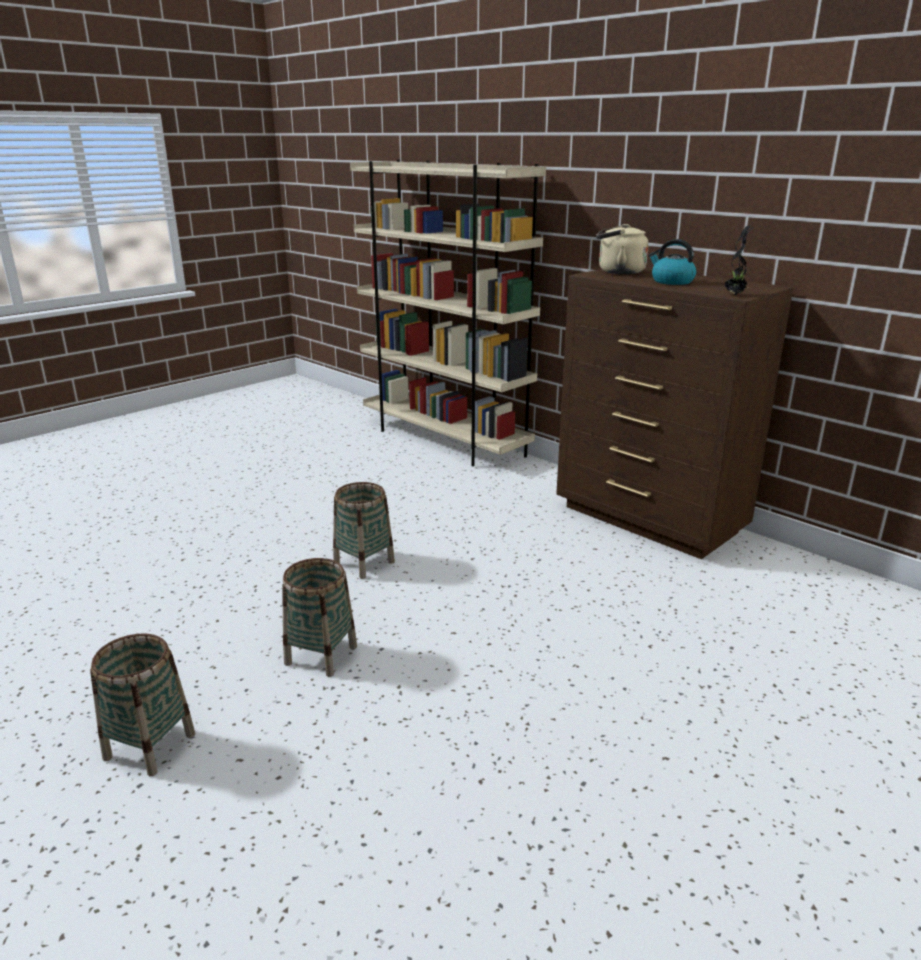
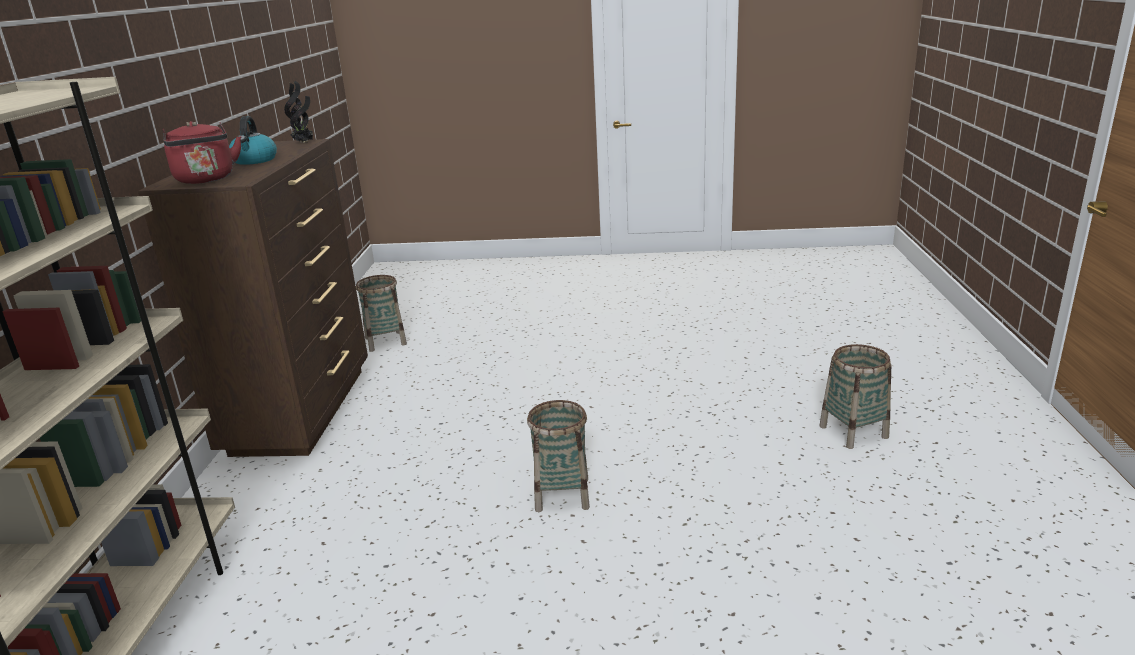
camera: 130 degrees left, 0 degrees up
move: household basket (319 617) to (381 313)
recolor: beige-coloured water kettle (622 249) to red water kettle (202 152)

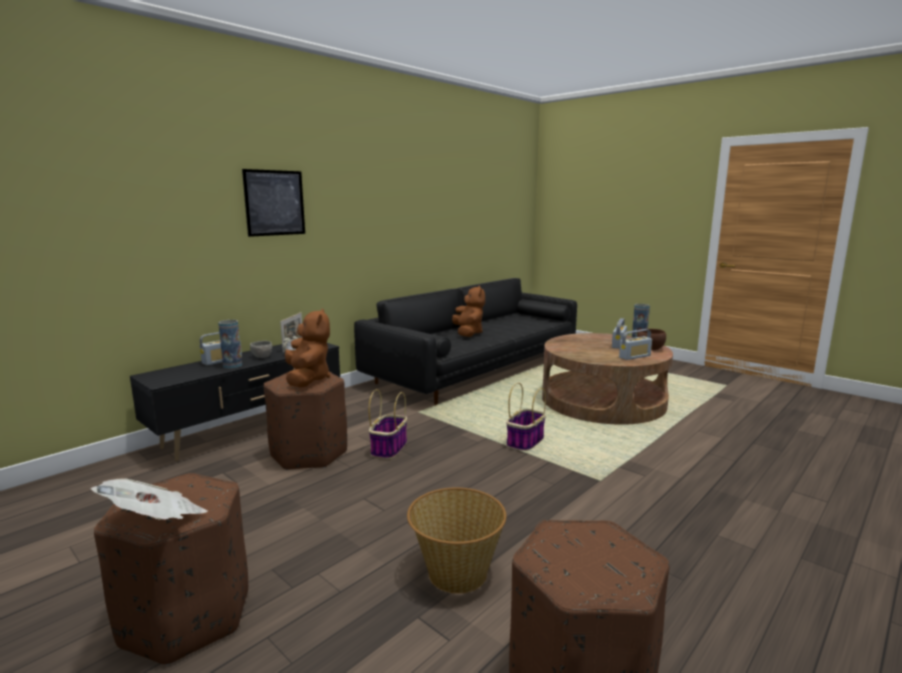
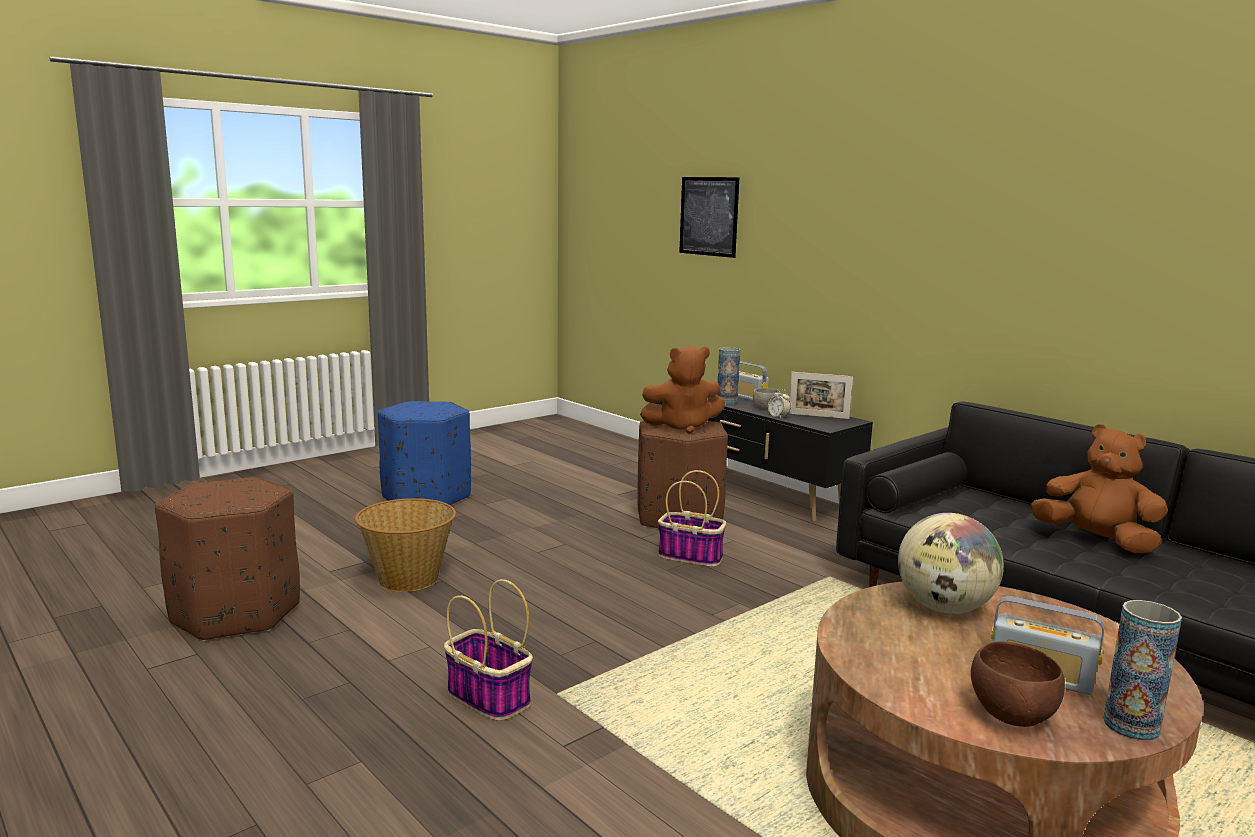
camera: 95 degrees right, 0 degrees up
delete: daily paper (149 499); radio (635 344)
insert: desk globe (951 563)
move: wall picture (273 203) to (709 217); household basket (526 417) to (488 650)
recolor: brown-coloured pouffe (171 569) to blue pouffe (424 453)
rotate: brown-coloured soft toy (468 311) = (1099 488) 135 degrees counterclockwise

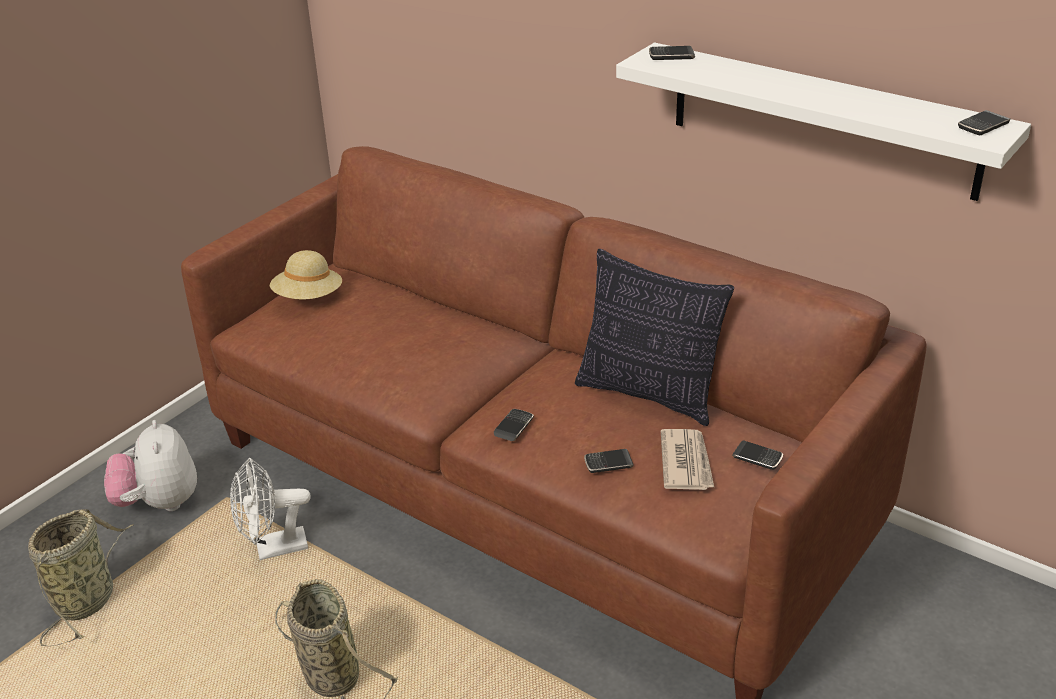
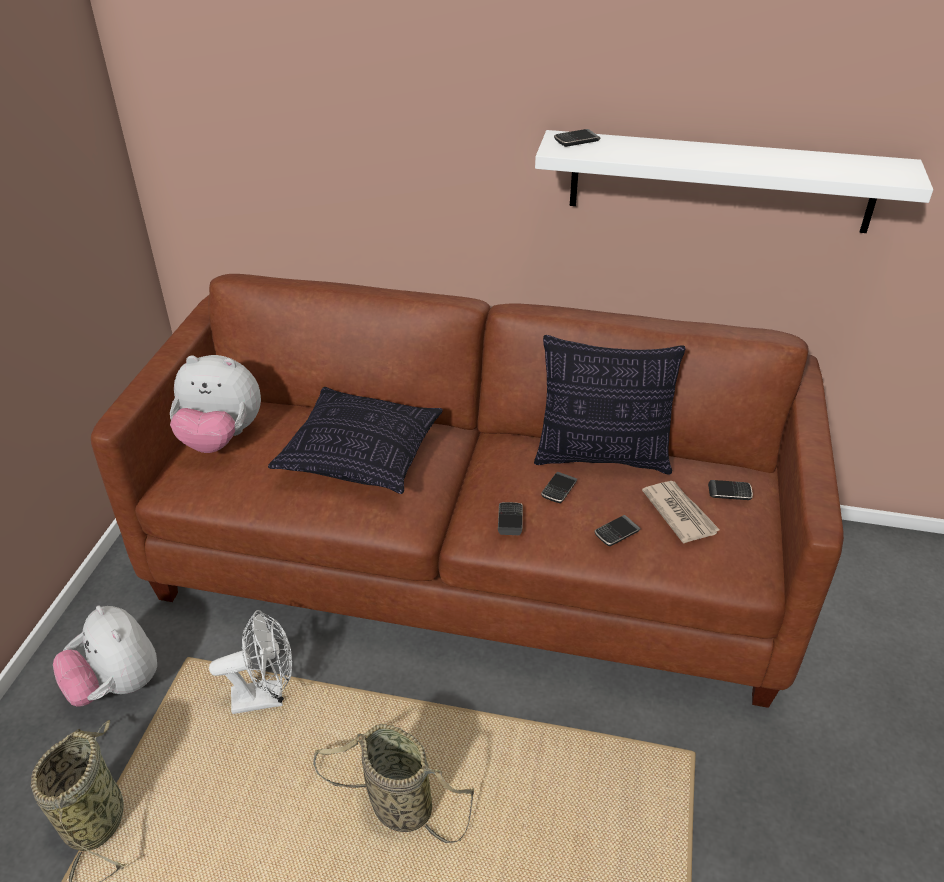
camera: 25 degrees left, 5 degrees up
insert: throw pillow (355 440)
move: handset (984 123) to (559 487)
replace: beige-coloured clothing hat (306 275) to soft toy (215 404)
rotate: whitish electric fan (270 509) = (250 662) 150 degrees counterclockwise

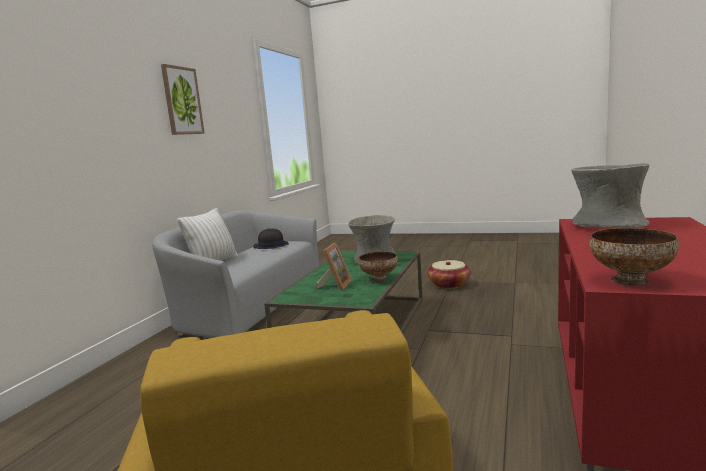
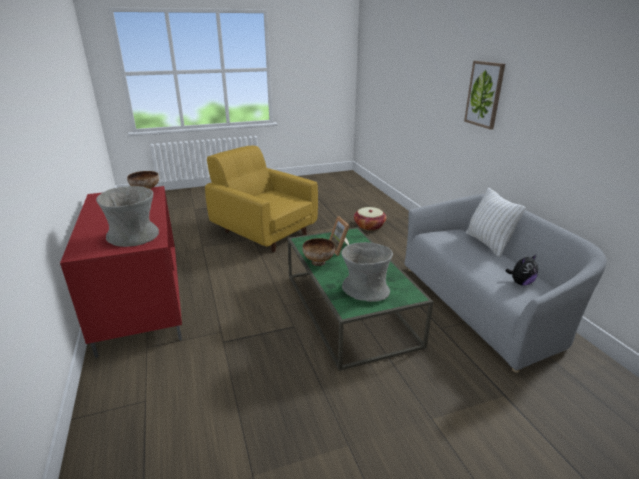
camera: 140 degrees right, 15 degrees up
move: wall picture (183 99) to (484 95); household basket (449 274) to (370 219)
replace: black clothing hat (271 239) to soft toy (521 270)

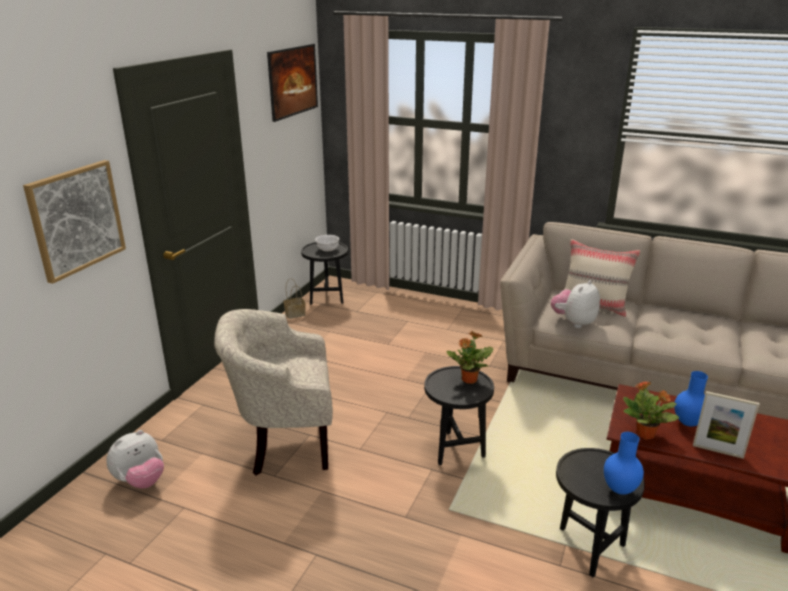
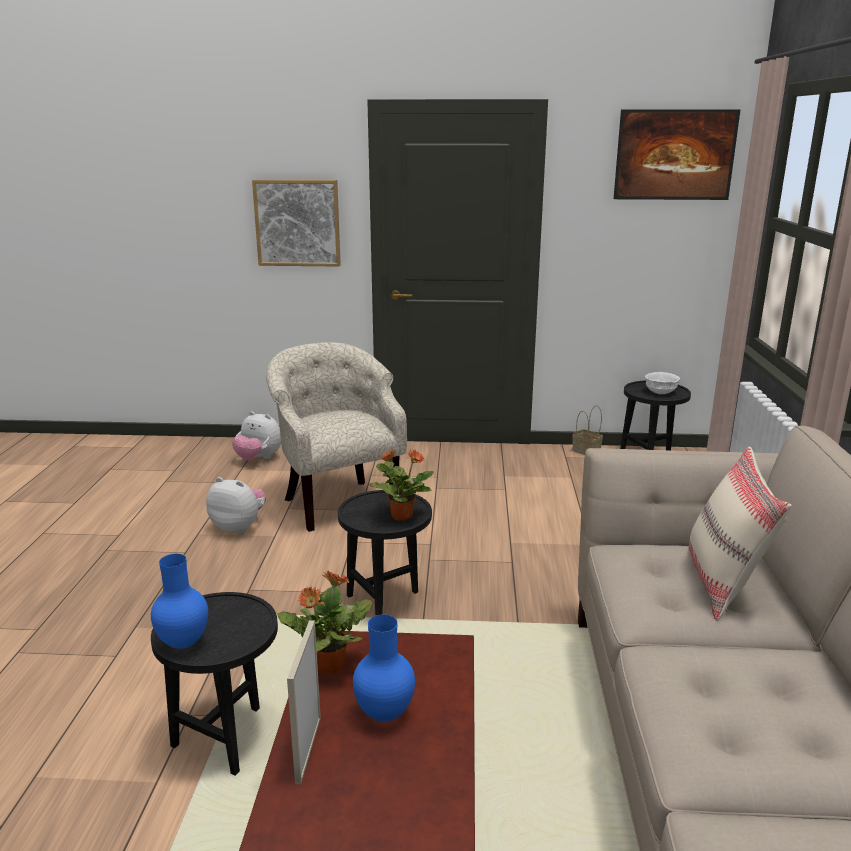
camera: 70 degrees right, 5 degrees down
move: soft toy (575 304) to (236 505)

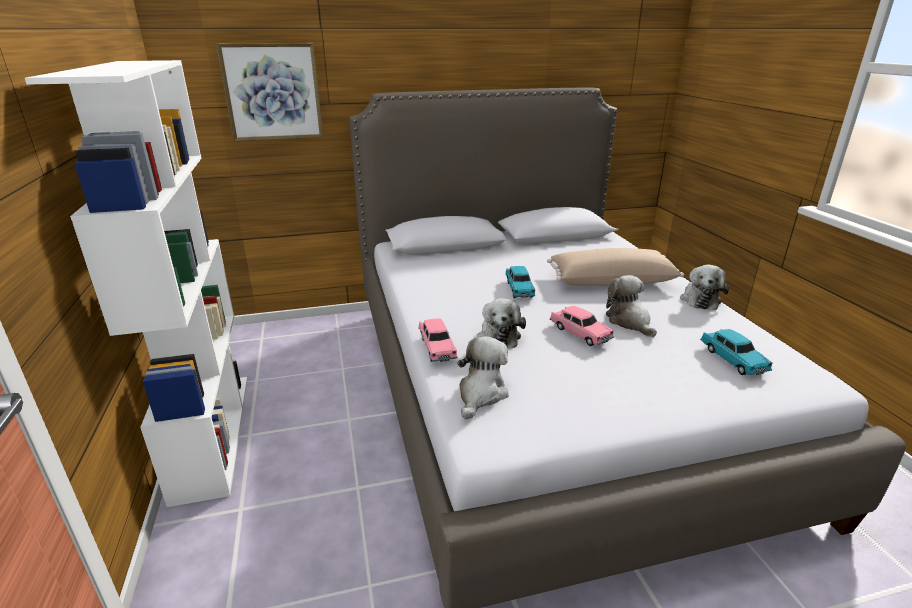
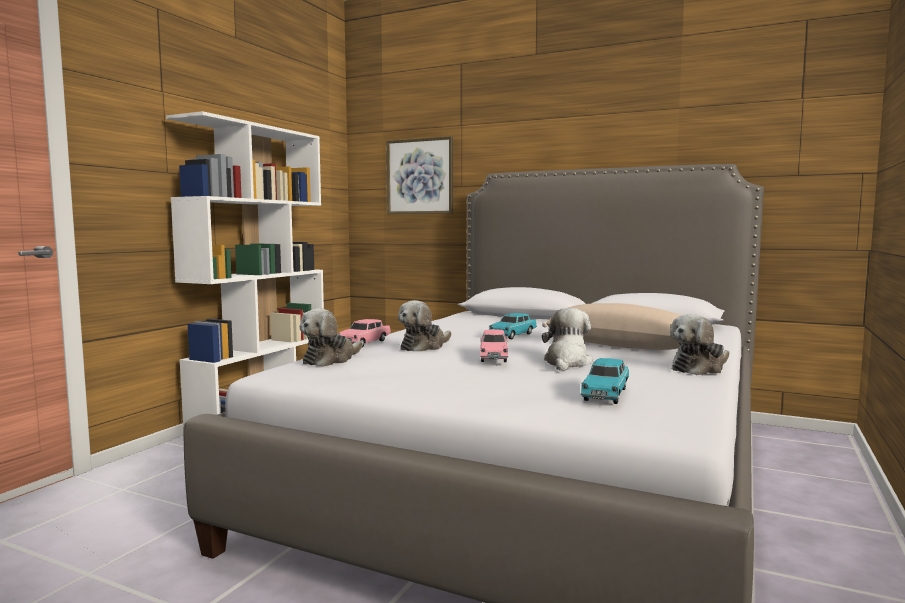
camera: 40 degrees right, 20 degrees down
rotate: soft toy (483 378) = (331 337) 150 degrees clockwise

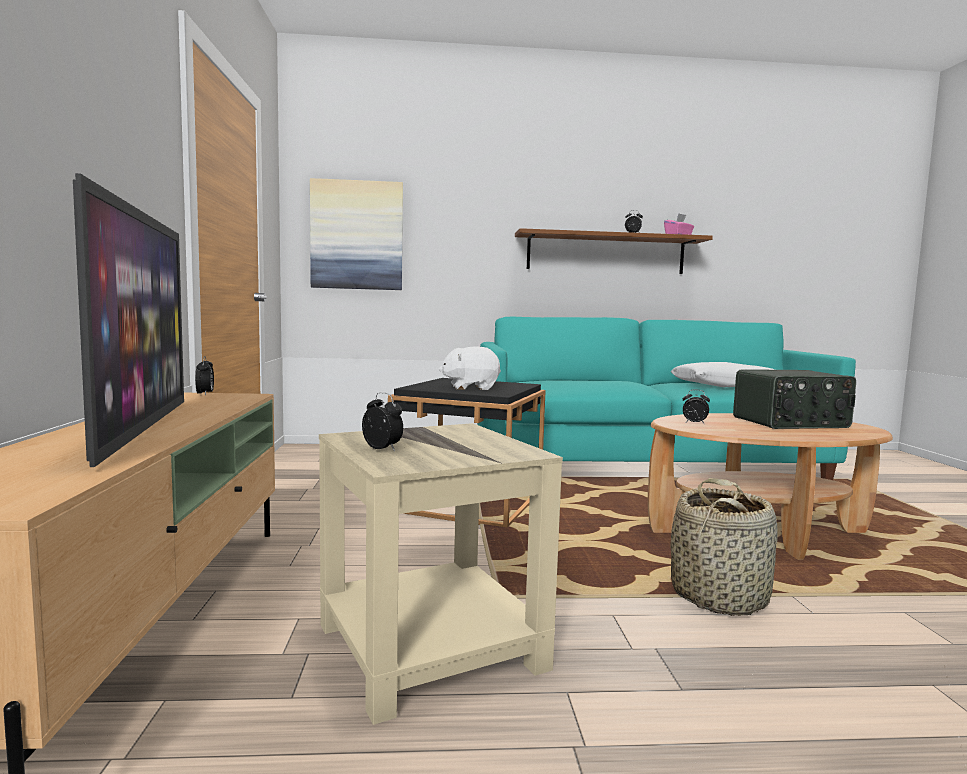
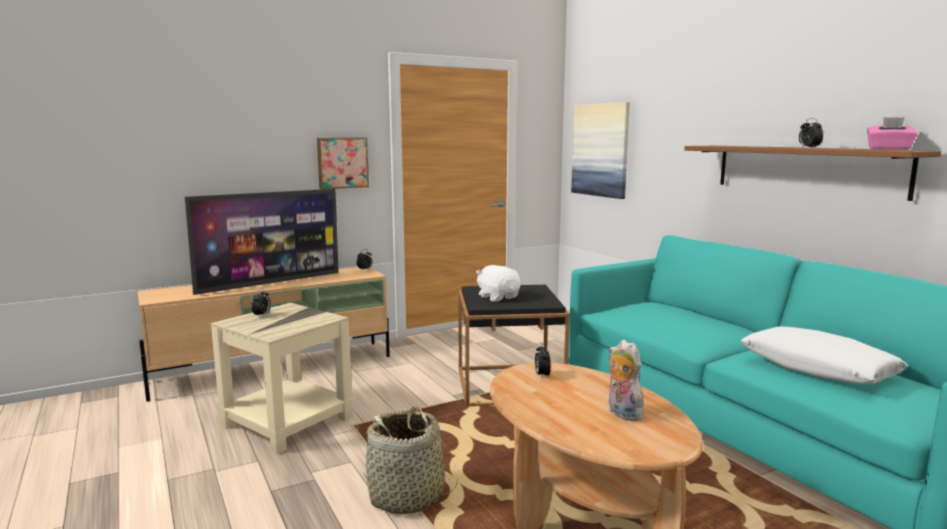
camera: 65 degrees right, 5 degrees up
insert: wall picture (343 163)
replace: radio (794 399) to soft toy (625 380)

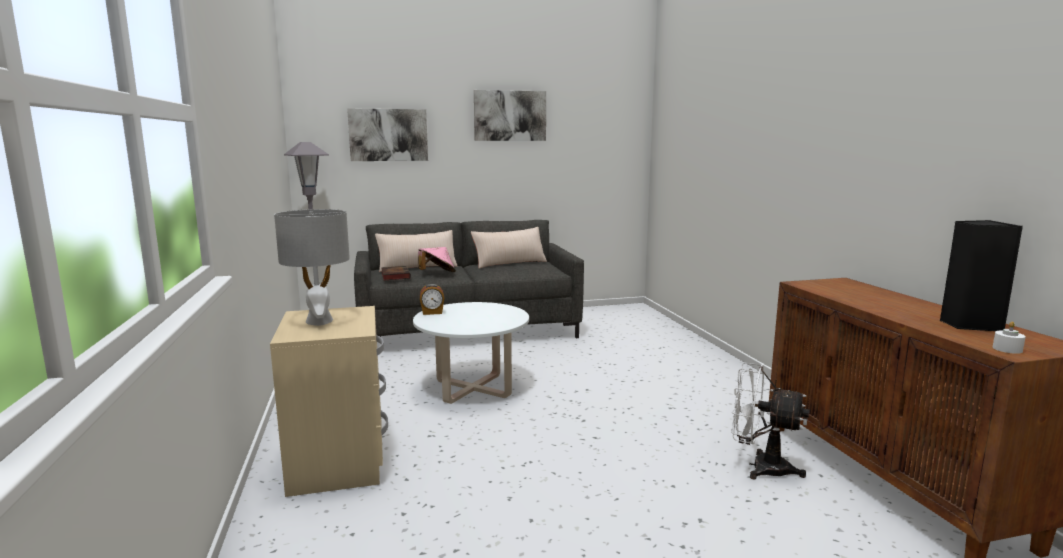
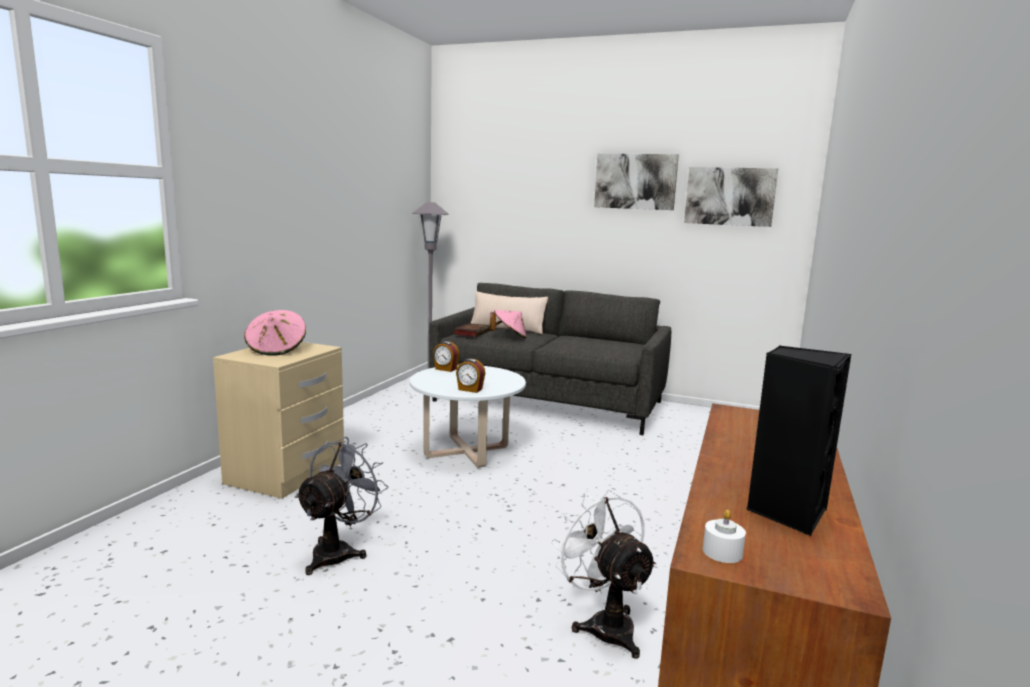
camera: 35 degrees right, 0 degrees up
delete: beige-coloured throw pillow (509 248)
insert: gray electric fan (341 506); table clock (470 376)
move: wall picture (387 134) to (731 197)
replace: gray tabletop lamp (312 267) to pink clothing hat (275 333)

